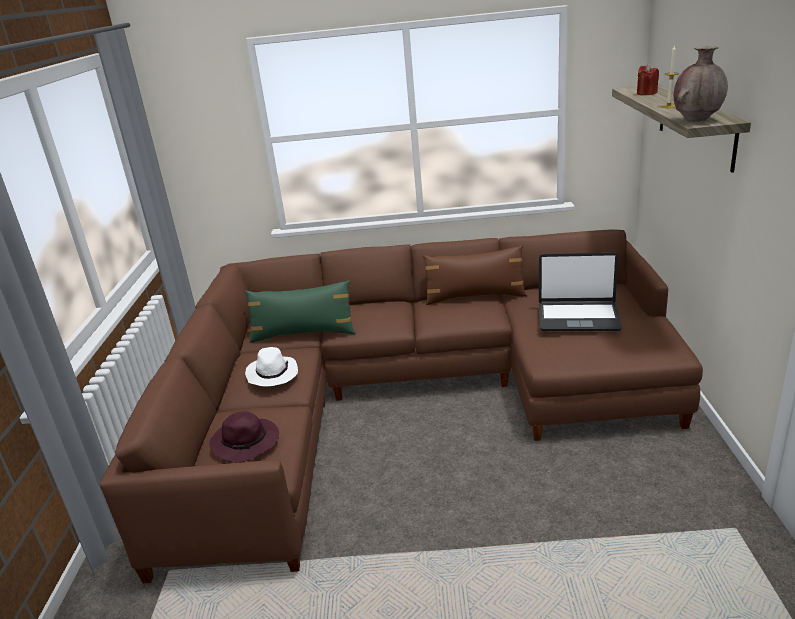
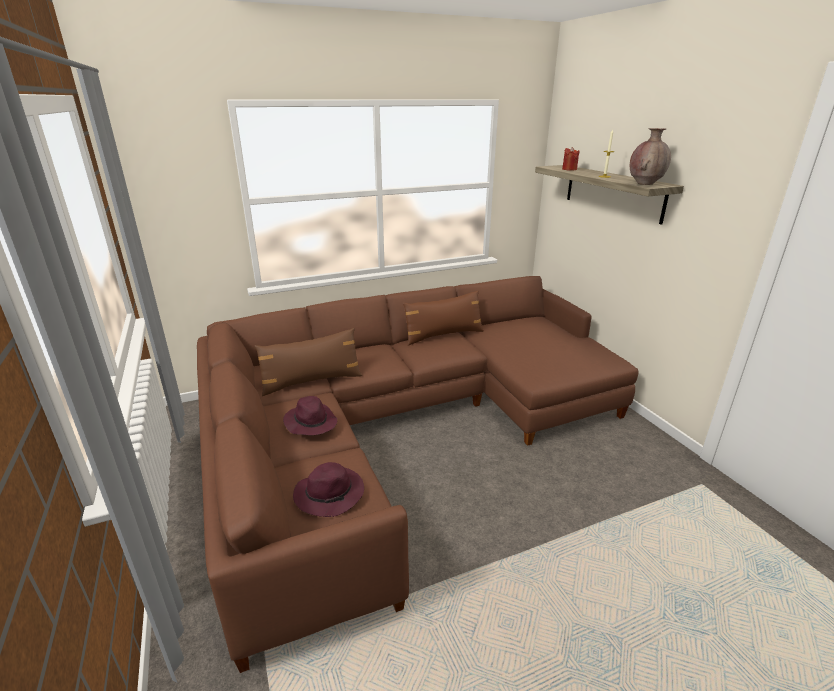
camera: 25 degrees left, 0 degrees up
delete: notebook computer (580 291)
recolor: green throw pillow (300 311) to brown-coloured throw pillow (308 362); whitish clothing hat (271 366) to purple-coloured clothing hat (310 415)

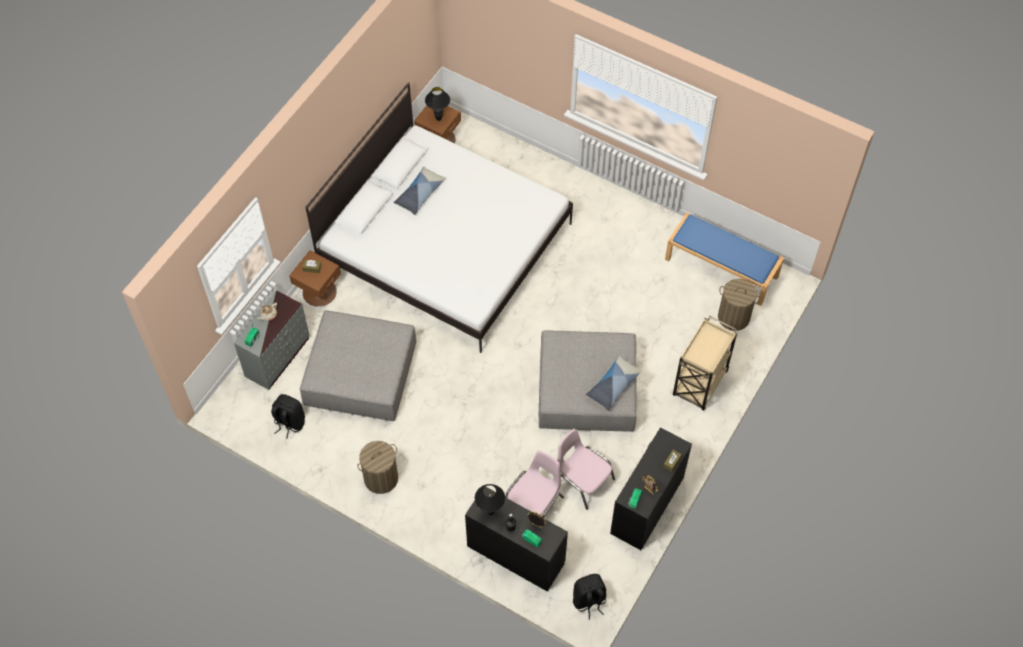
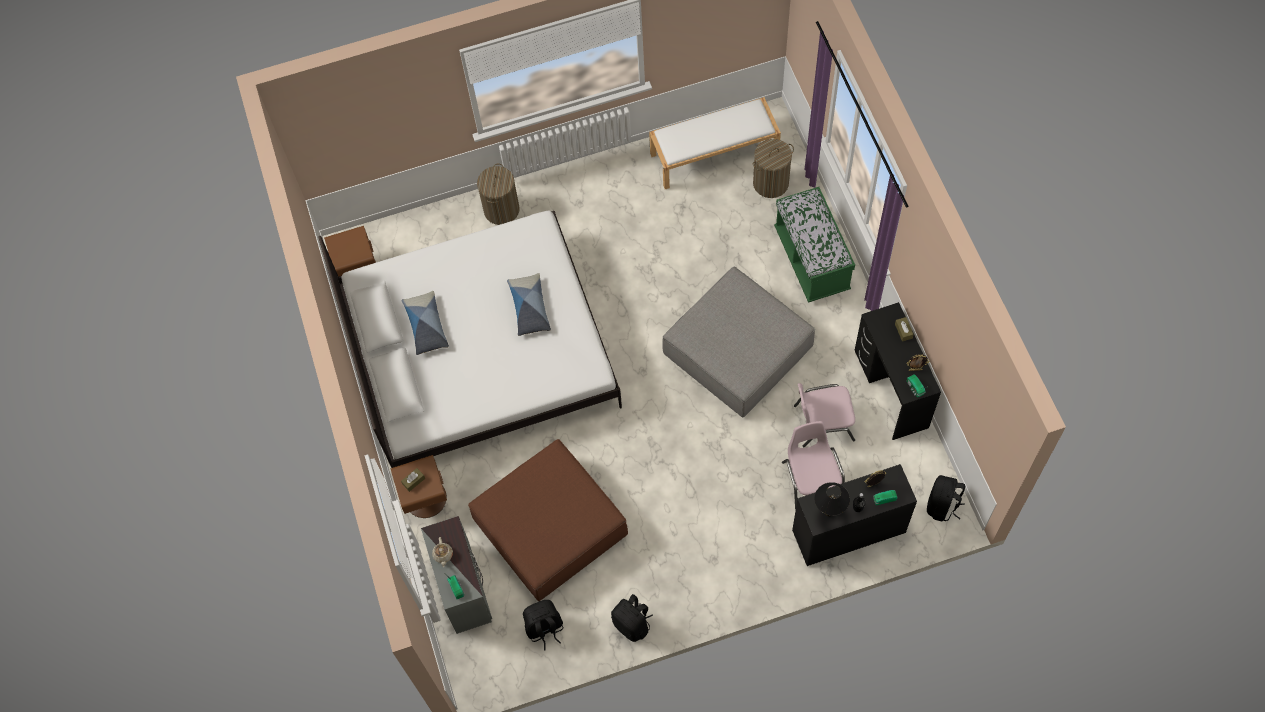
camera: 45 degrees left, 5 degrees up
delete: black tabletop lamp (437 104)
insert: black backpack (632 618)
move: hamper (377 467) to (498 194); throw pillow (613 383) to (529 304)
replace: beige-coloured cart (705 363) to green long seat (814 245)
recolor: gray pouffe (358 365) to brown-coloured pouffe (548 520); blue long seat (724 259) to whitish long seat (715 143)

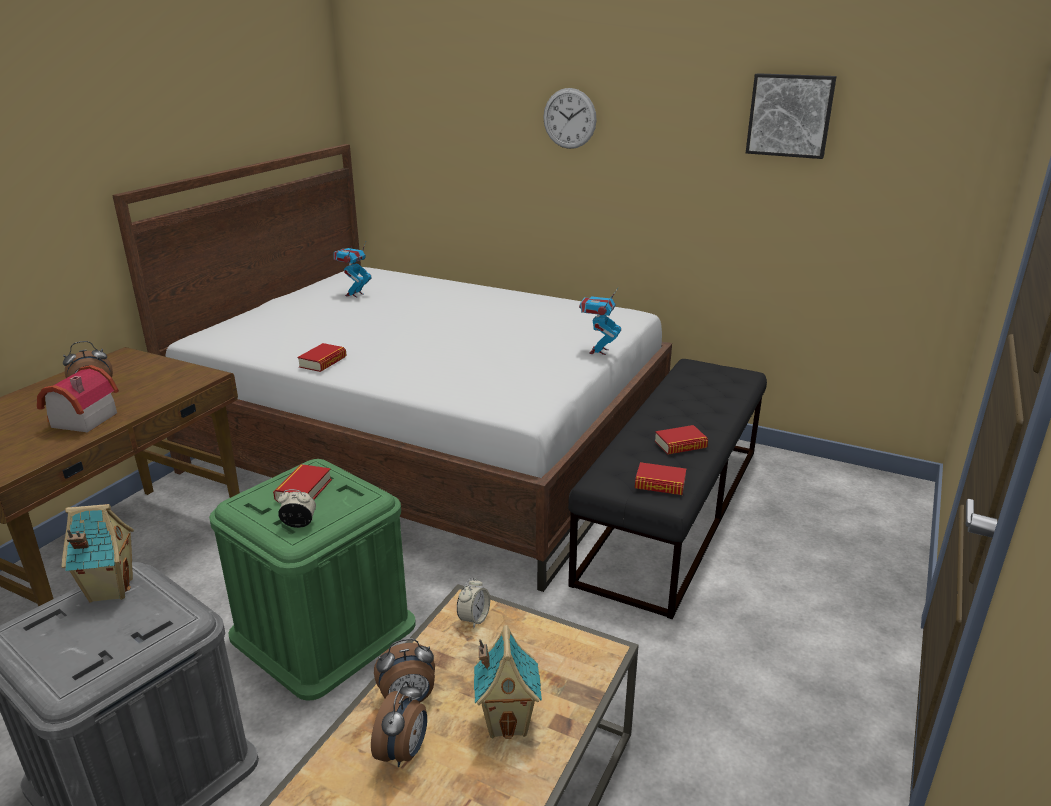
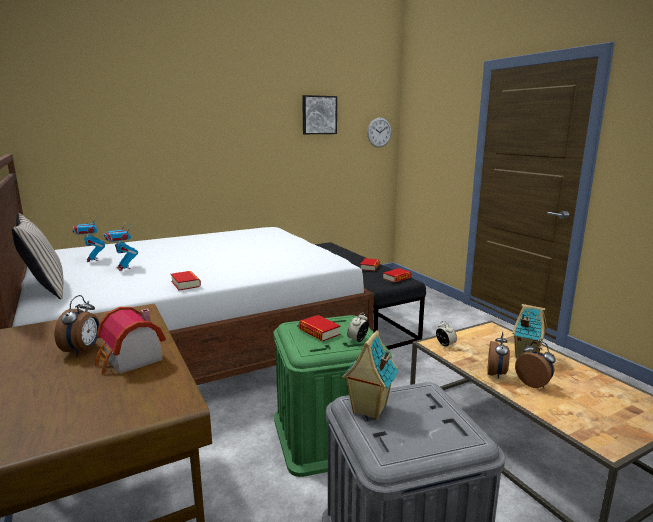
camera: 55 degrees left, 10 degrees down
insert: beige-coloured throw pillow (38 256)
move: clock on the wall (570 118) to (379 132); model robot (600 321) to (120 246)

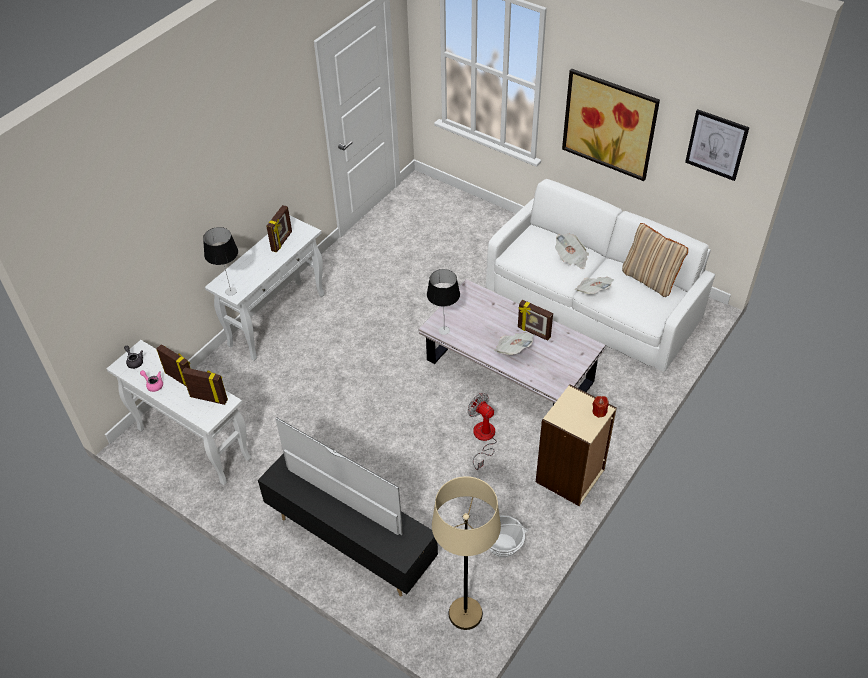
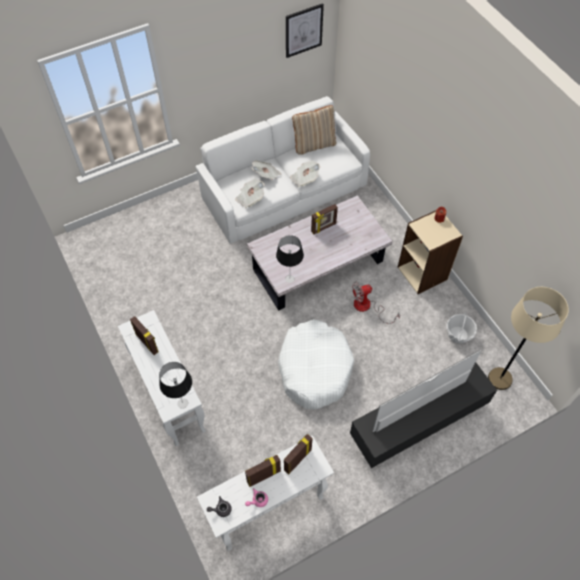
camera: 65 degrees left, 10 degrees up
delete: wall picture (611 125)
insert: whitish dog bed (316 364)
move: daily paper (514 343) to (250 193)

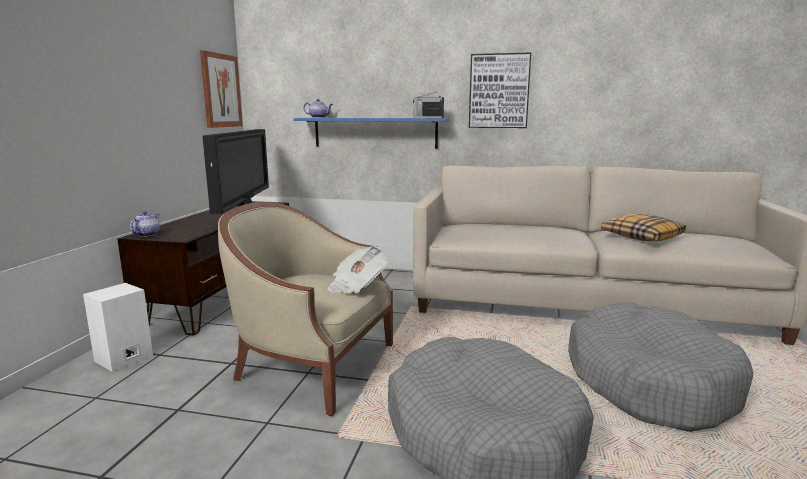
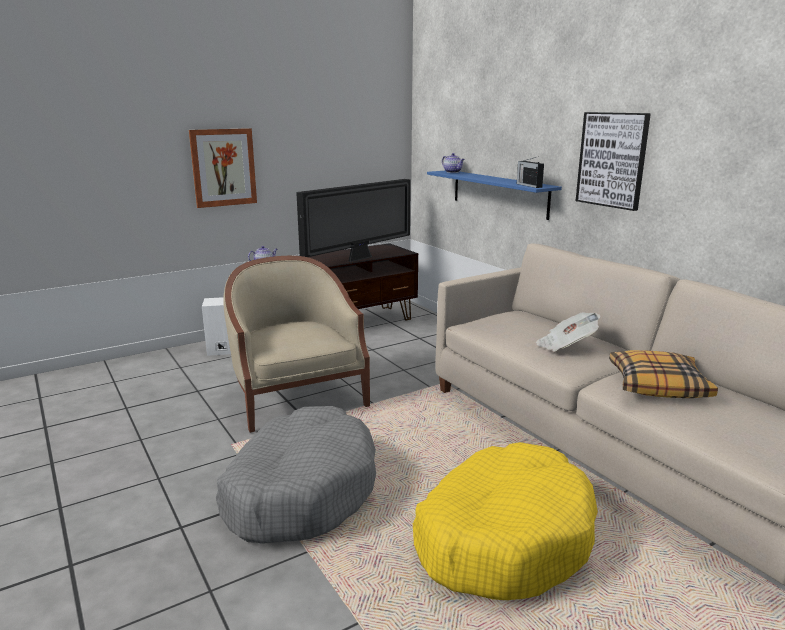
camera: 45 degrees right, 5 degrees up
move: wall picture (221 89) to (223 168); daily paper (357 269) to (568 331)
recolor: gray dog bed (660 367) to yellow-coloured dog bed (505 521)

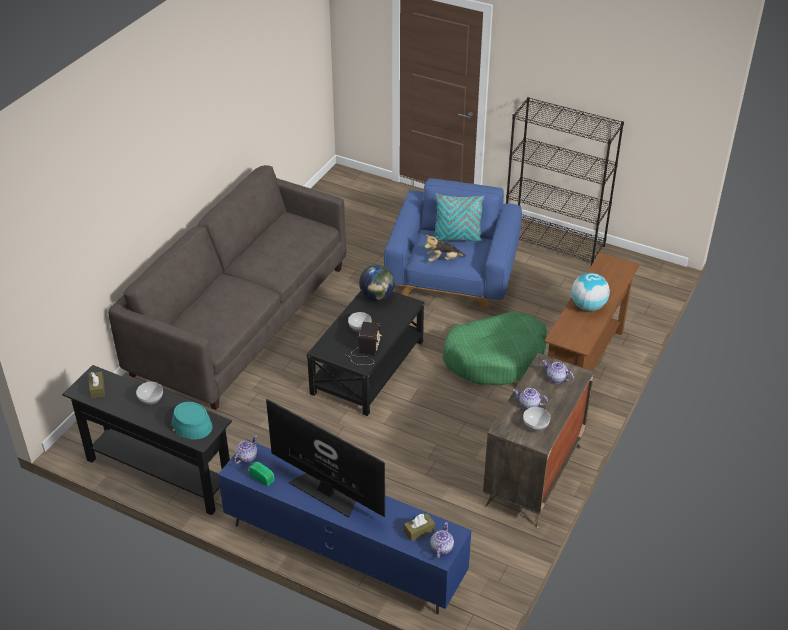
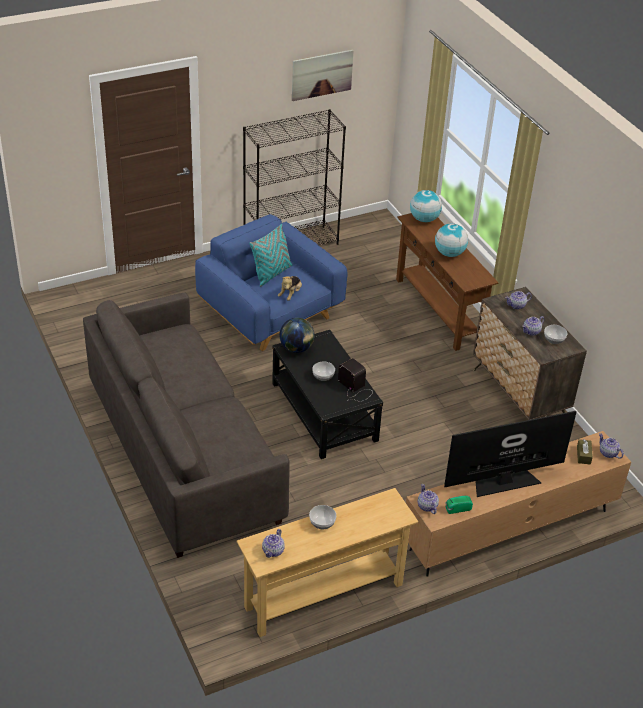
camera: 55 degrees left, 0 degrees up
delete: blue-green clothing hat (188 420); green dog bed (494 349)
insert: wall picture (323 75); desk globe (426 206)
replace: brown-coloured box of tissues (96 385) to teapot (273 543)
recolor: black narrow table (147 440) to beige-coloured narrow table (328 562); blue media console (344 527) to brown-coloured media console (518 504)

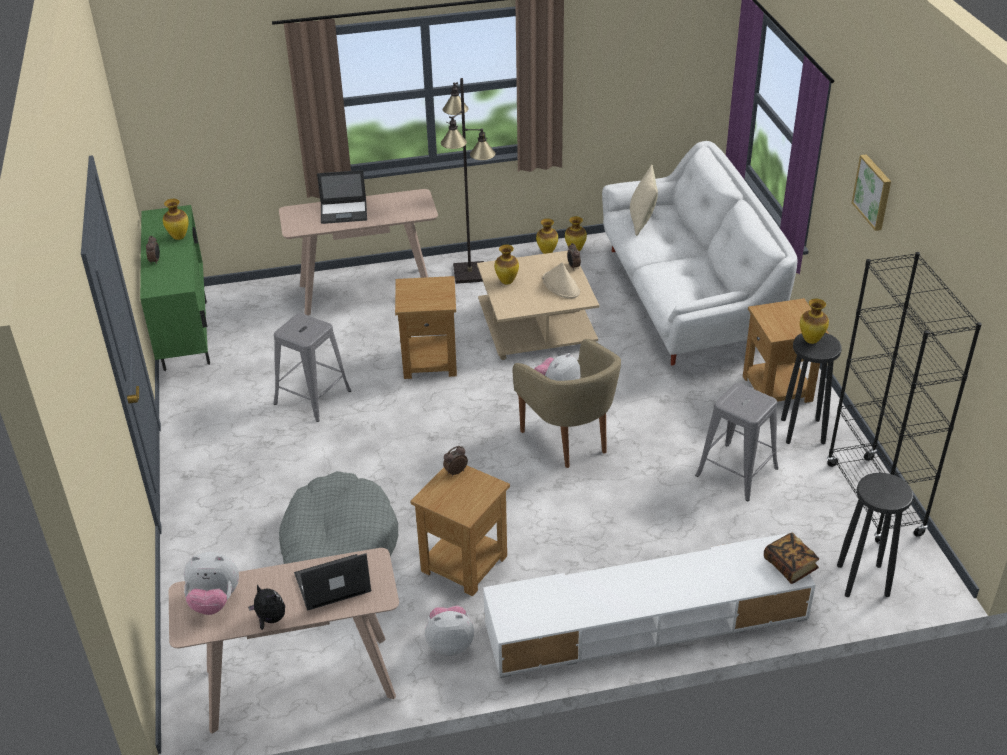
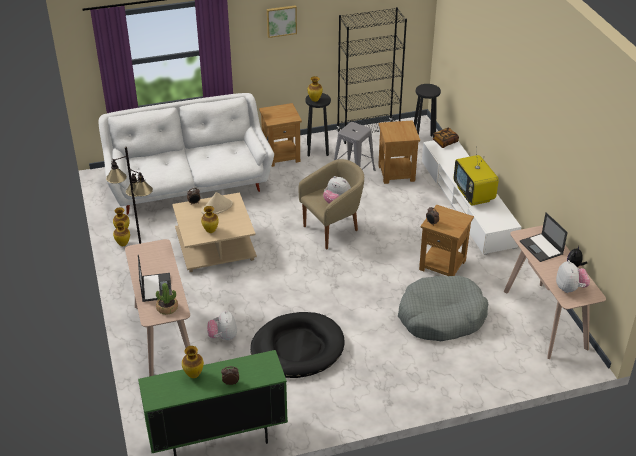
camera: 95 degrees left, 0 degrees up
delete: beige-coloured throw pillow (644 200)
insert: houseplant (167 299); TV (476 177)
move: brown-coloured accent table (426 327) to (399 152); soft toy (449 631) to (222 325)
replace: gray stool (312 367) to black dog bed (297 345)

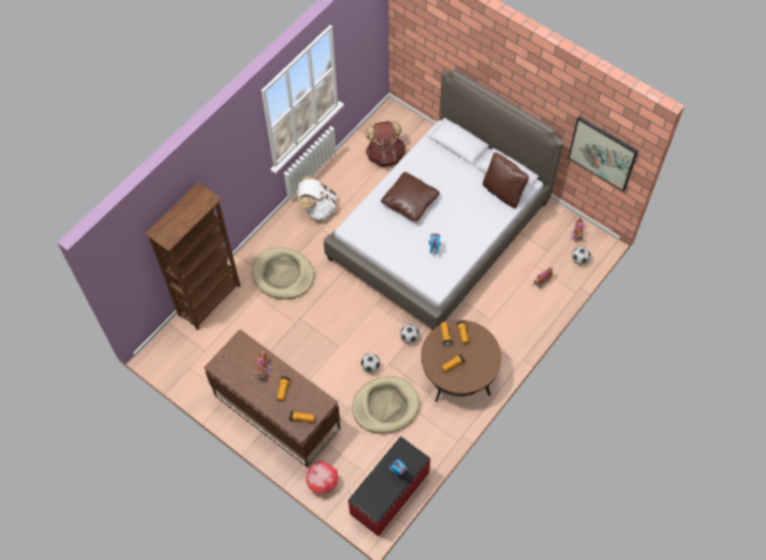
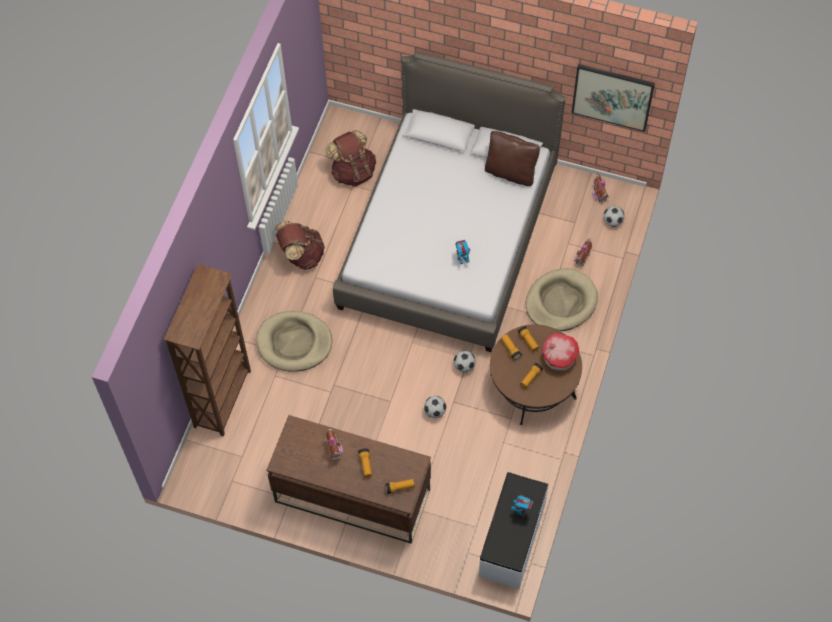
camera: 20 degrees left, 0 degrees up
delete: brown-coloured throw pillow (410 197)
move: miniature house (322 478) to (560 352); beige-coloured dog bed (385 405) to (561 299)
recolor: whitish backpack (317 198) to brown-coloured backpack (300 245); red long seat (389 487) to whitish long seat (514 530)

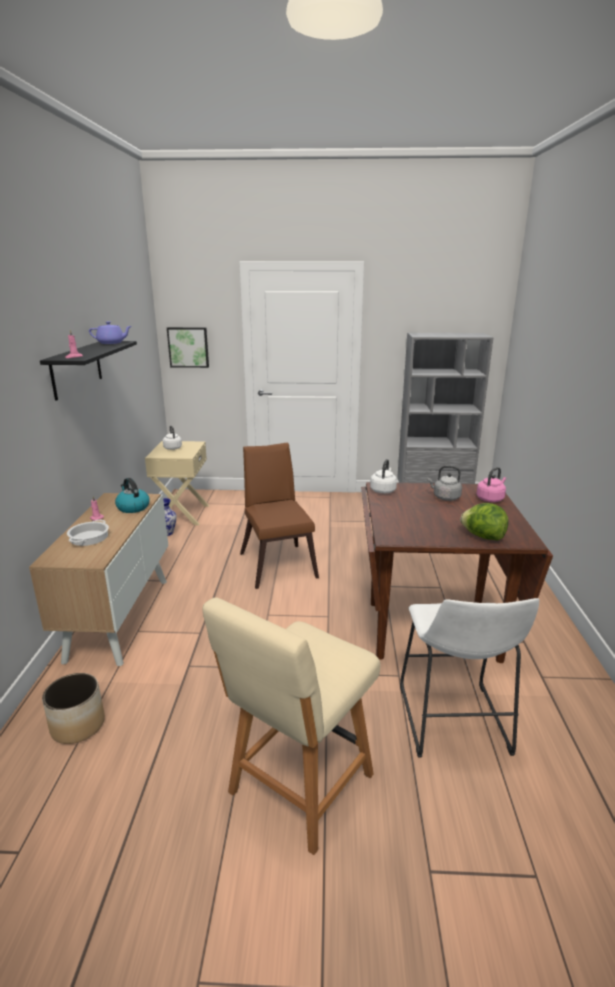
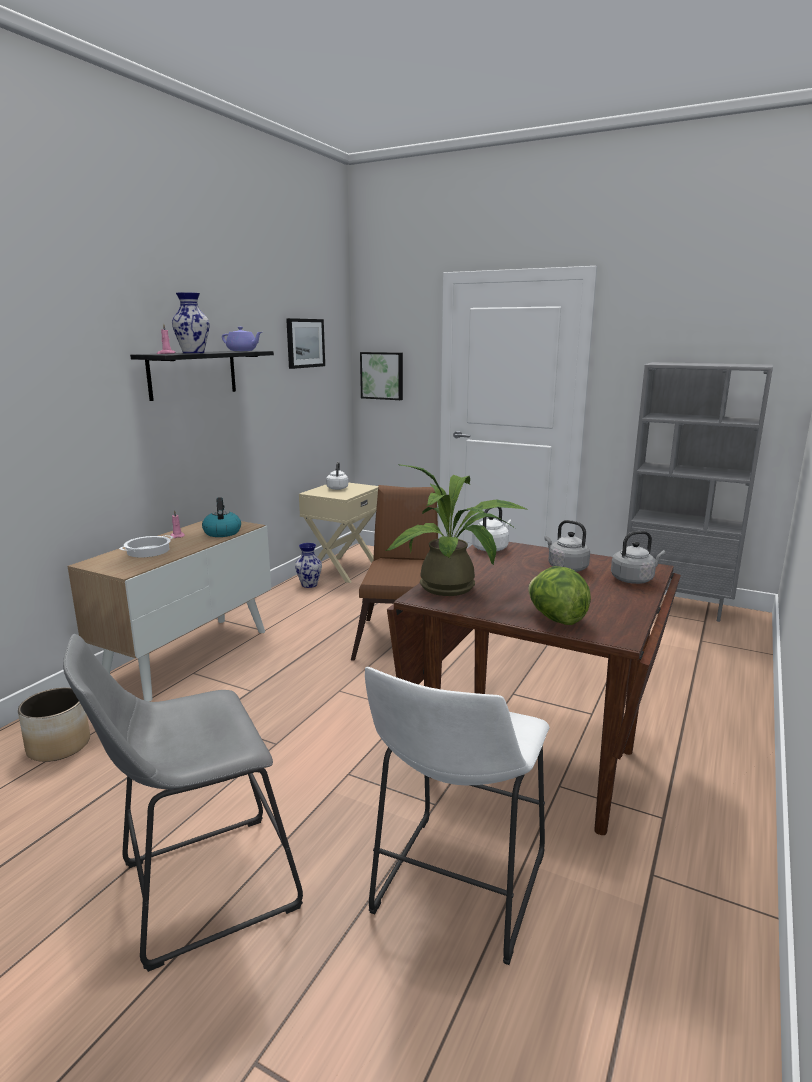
camera: 25 degrees right, 5 degrees down
insert: vase (190 322); wall picture (305 343); houseplant (456 530)
replace: beige-coloured upright chair (291 726) to gray stool (183 803)
recolor: pink water kettle (491 484) to gray water kettle (638 557)

